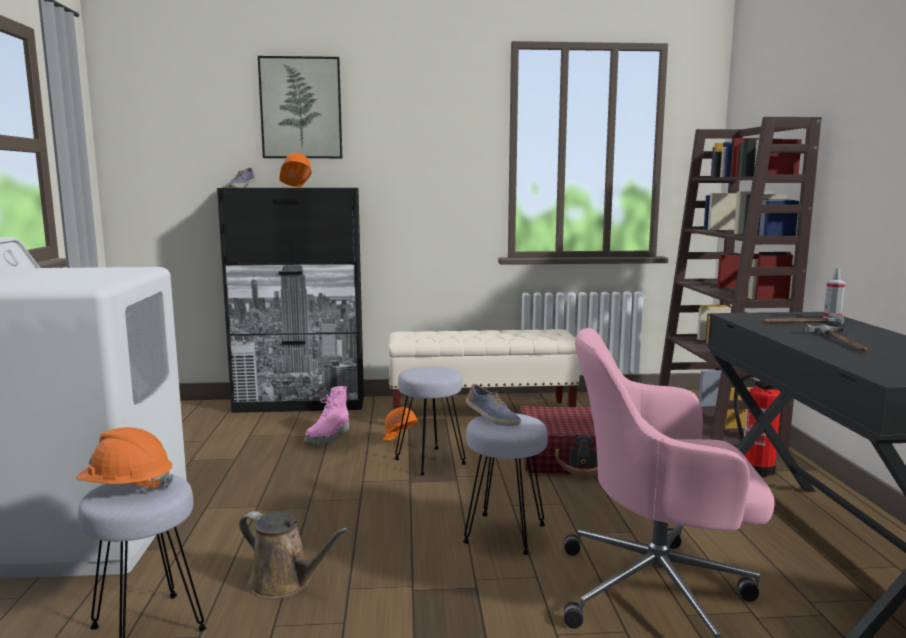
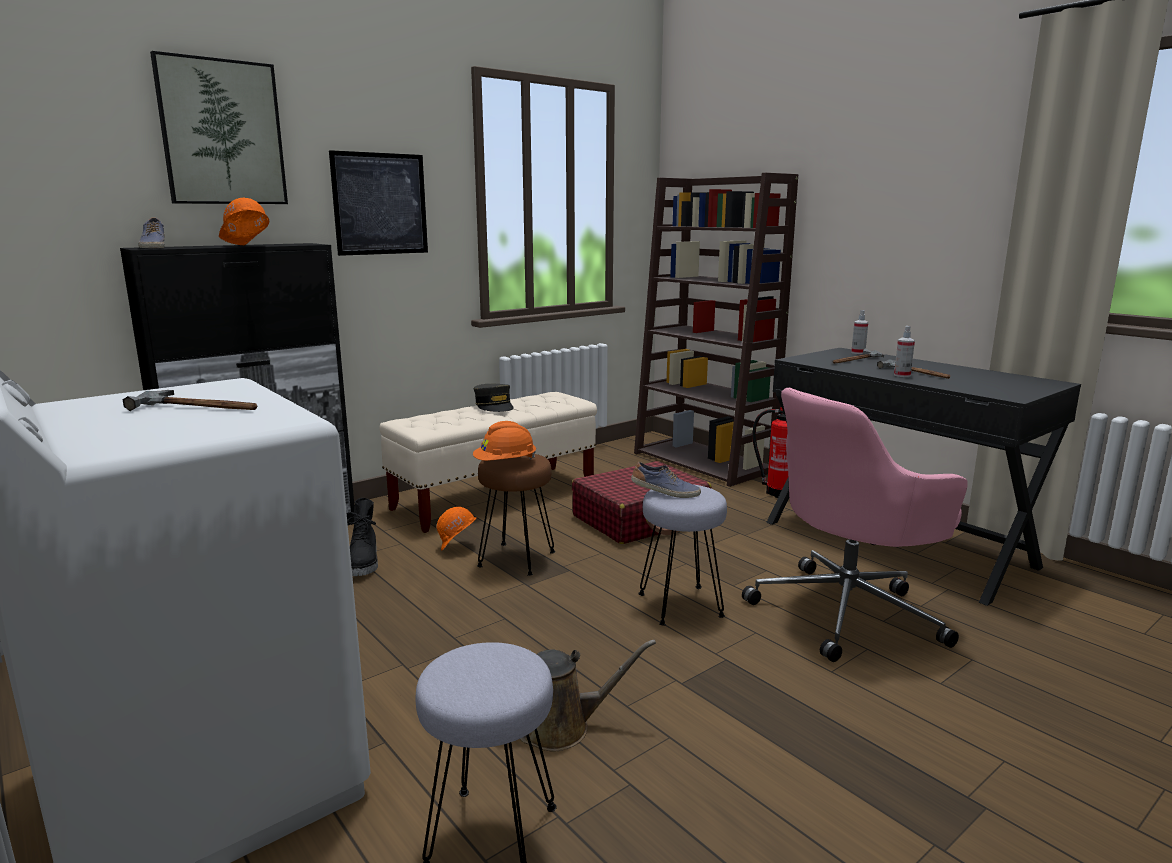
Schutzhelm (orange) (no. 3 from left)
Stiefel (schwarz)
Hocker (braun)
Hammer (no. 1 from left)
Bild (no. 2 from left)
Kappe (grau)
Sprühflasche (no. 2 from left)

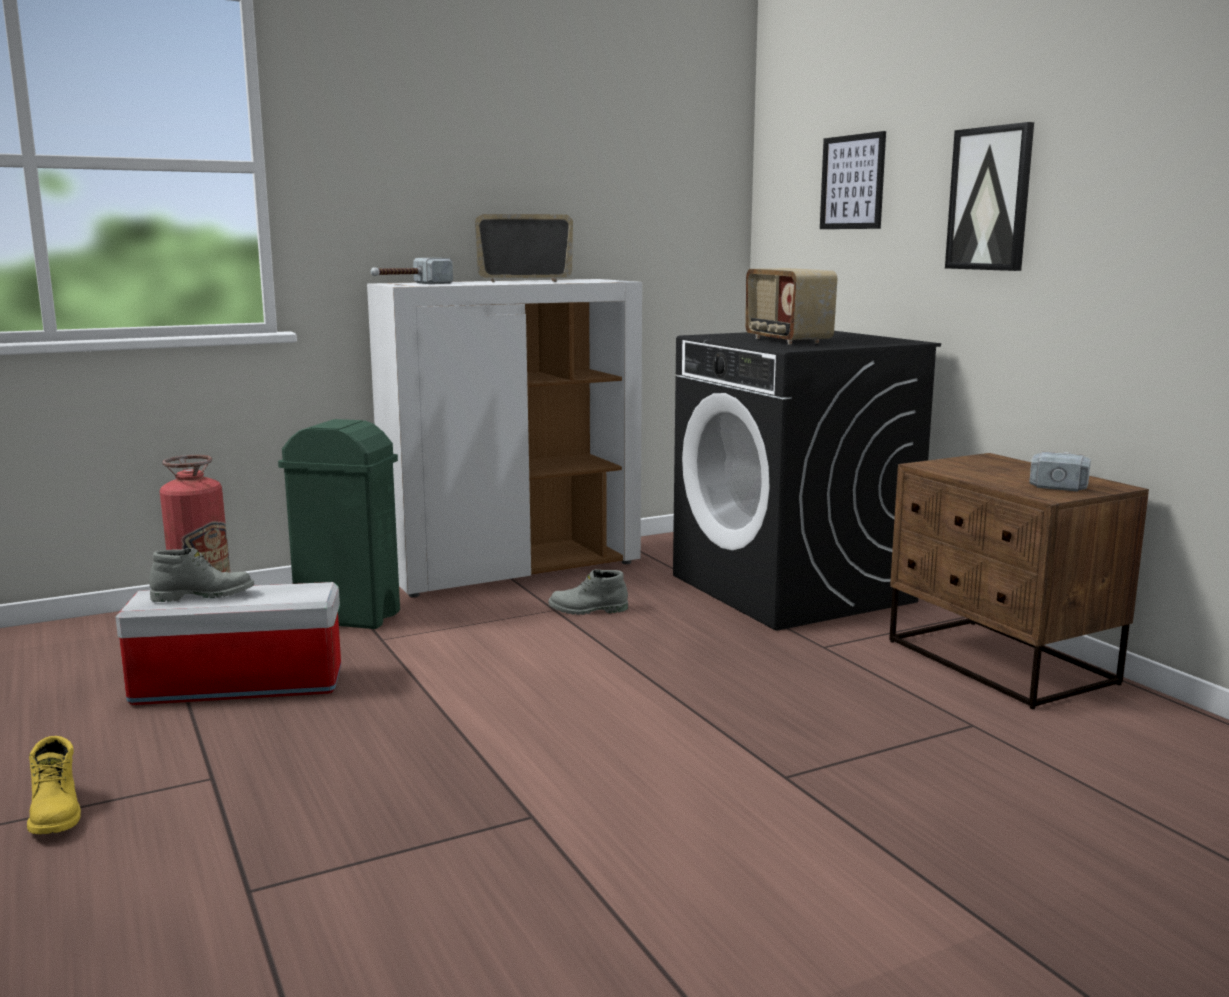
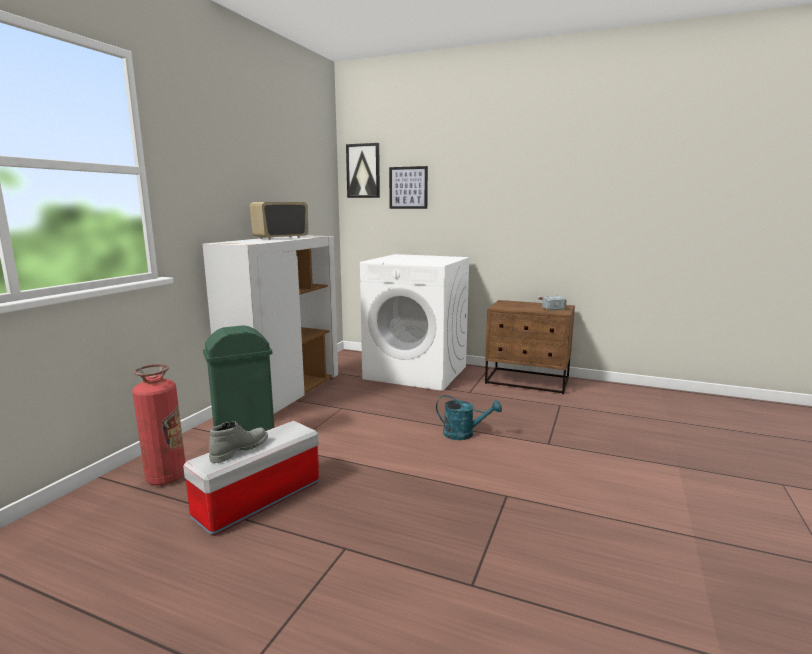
Stiefel (gelb)
Hammer (no. 1 from left in the first image)
Stiefel (grau) (no. 2 from left in the first image)
Waschmaschine (weiß)
Radio (no. 2 from left in the first image)
Bild (no. 1 from left)
Gießkanne (türkis)

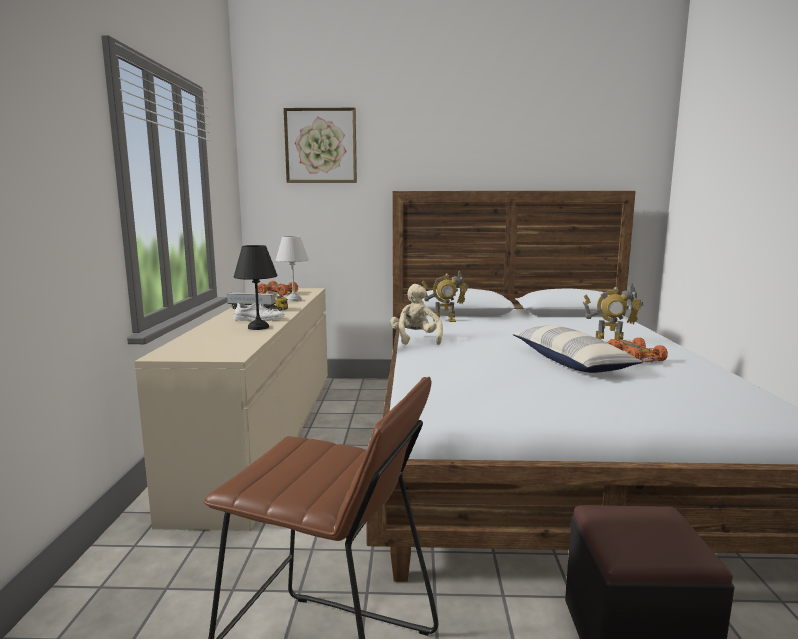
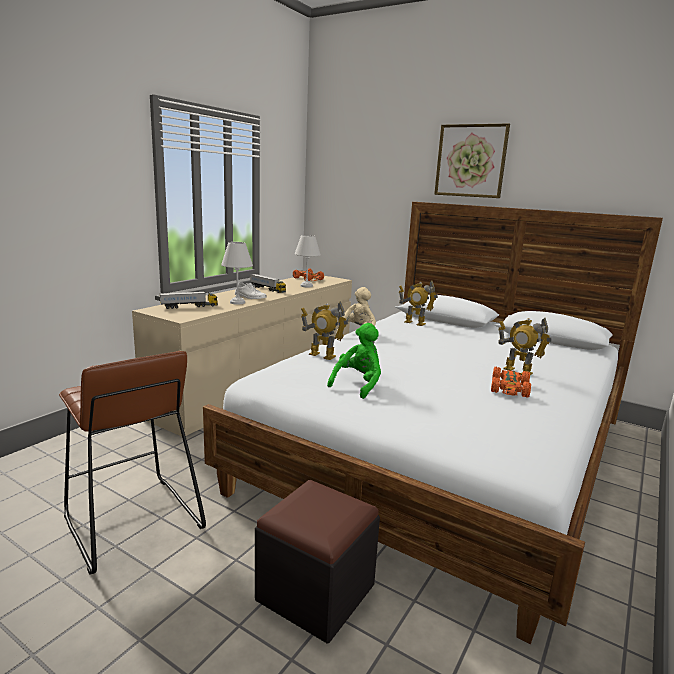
Tischlampe (weiß) (no. 1 from left)
Bild
Kissen
Spielzeuglaster (no. 1 from left)
Spielzeugroboter (no. 1 from left)
Plüschtier (grün)

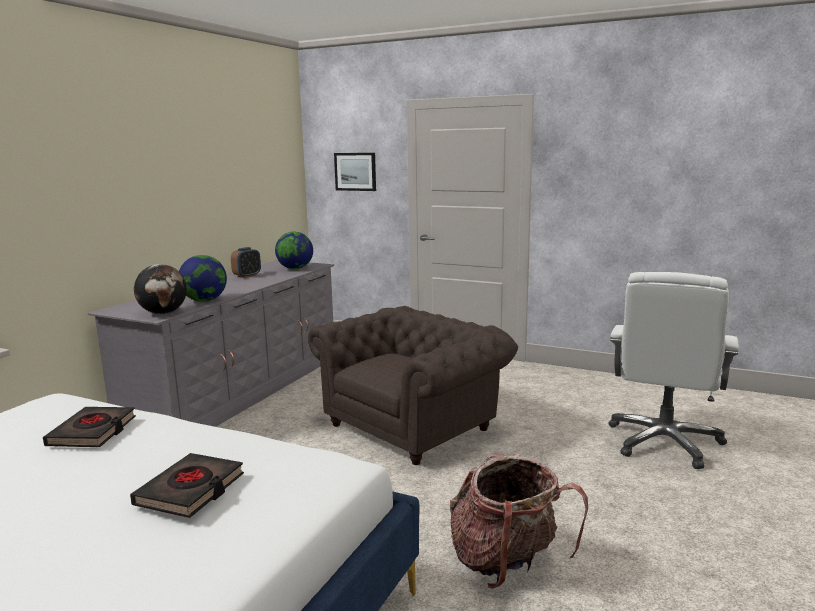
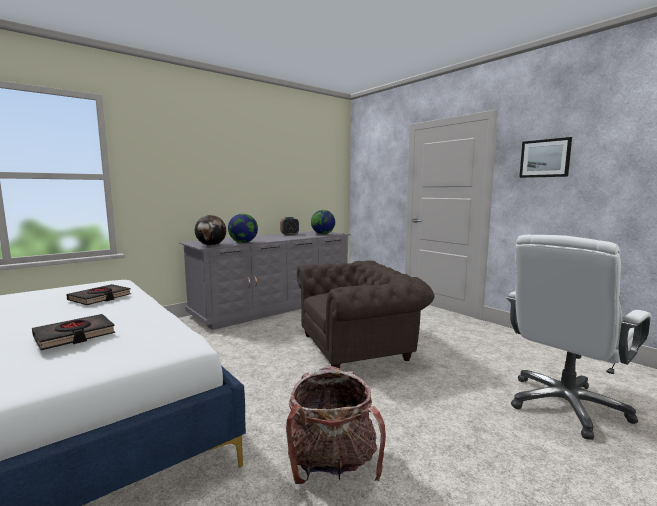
Bild

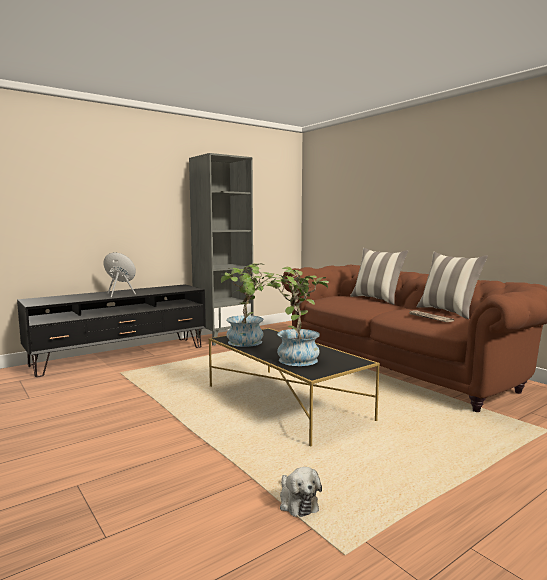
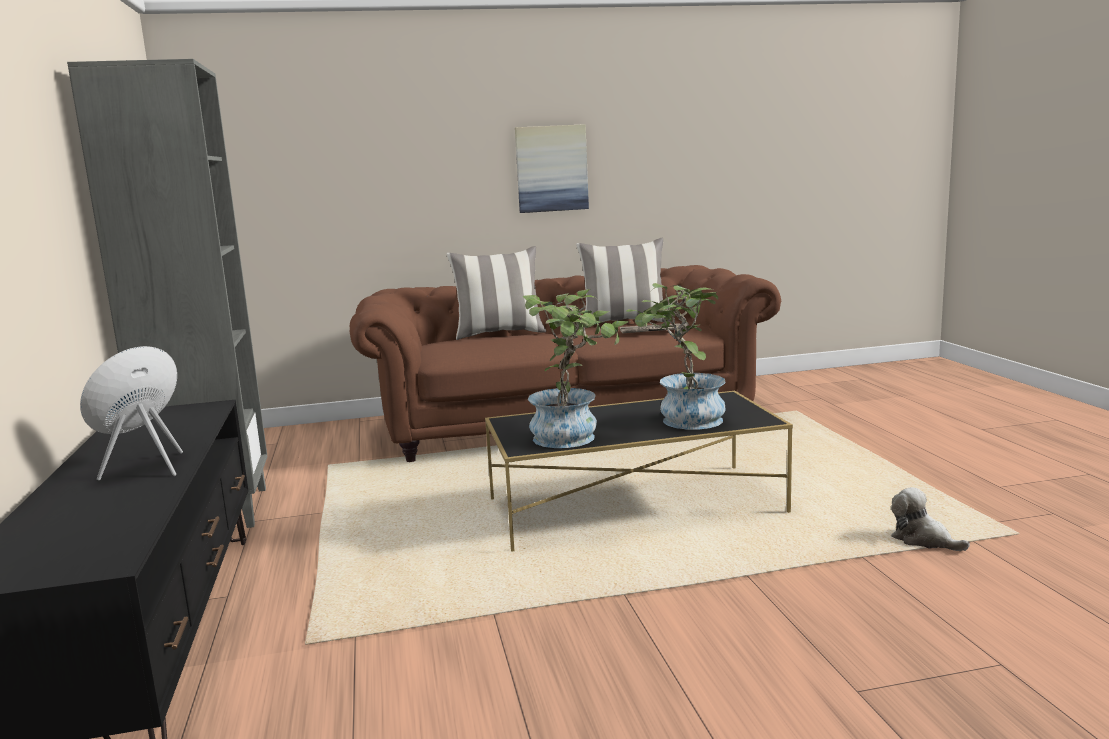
Plüschtier
Bild

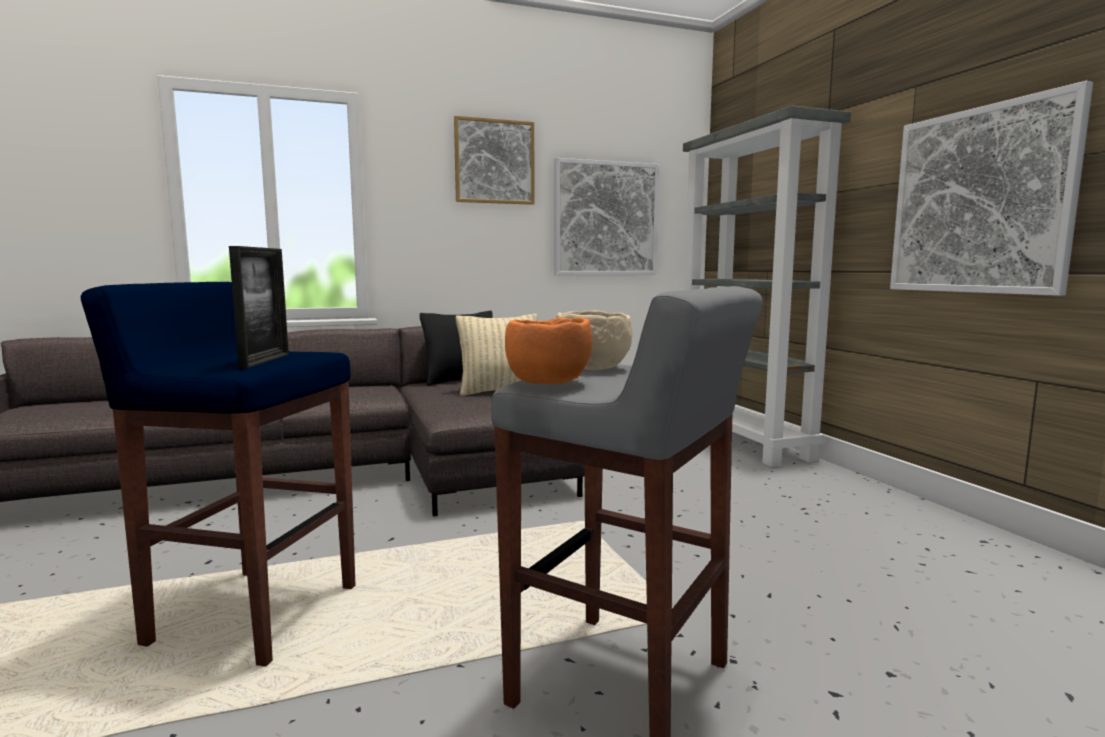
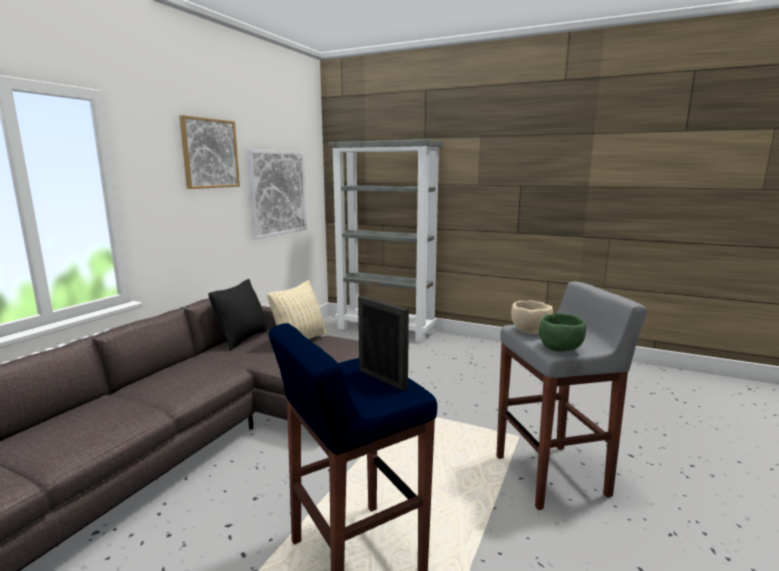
Schüssel (grün)
Bild (no. 3 from left in the first image)

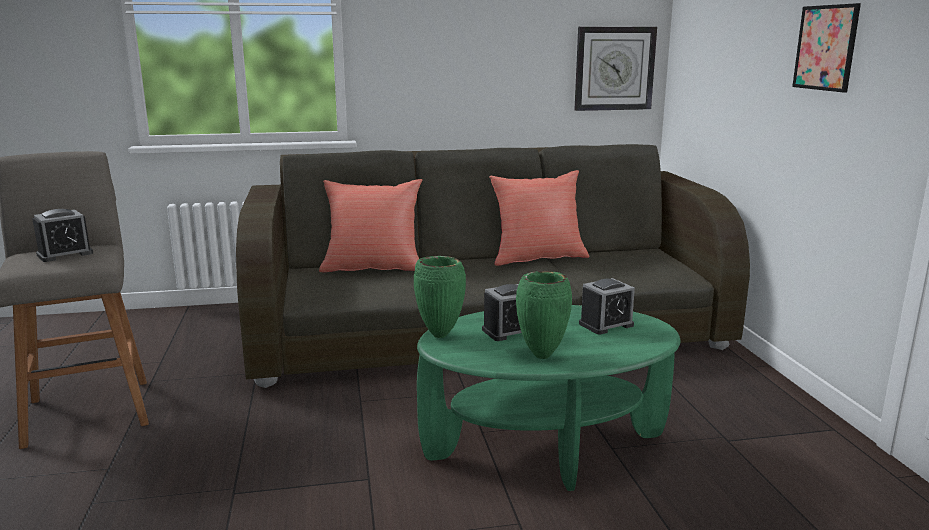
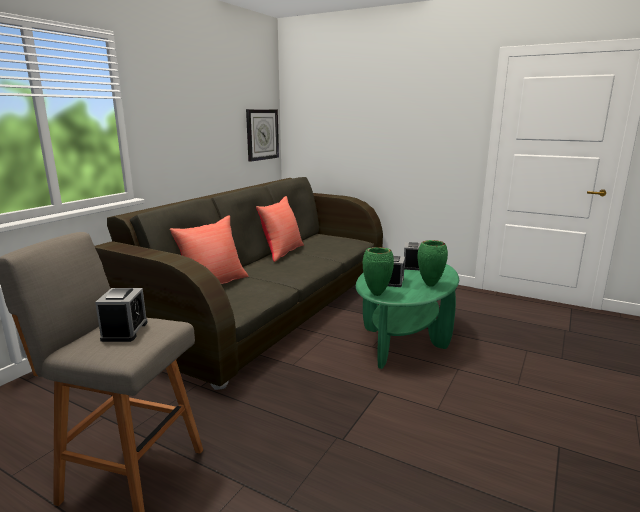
Bild

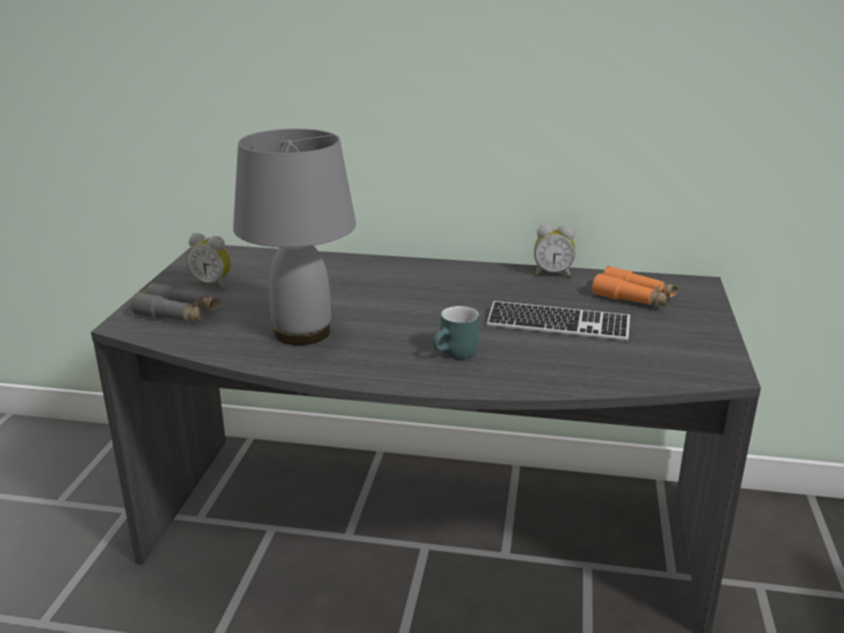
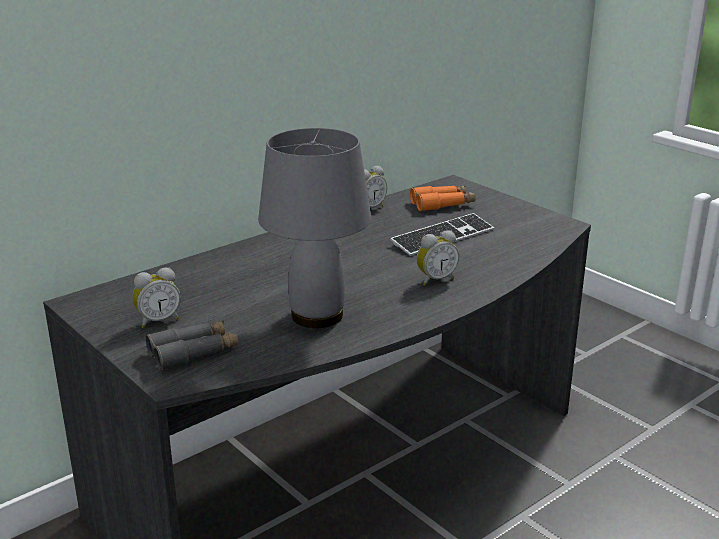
Wecker (no. 3 from left)

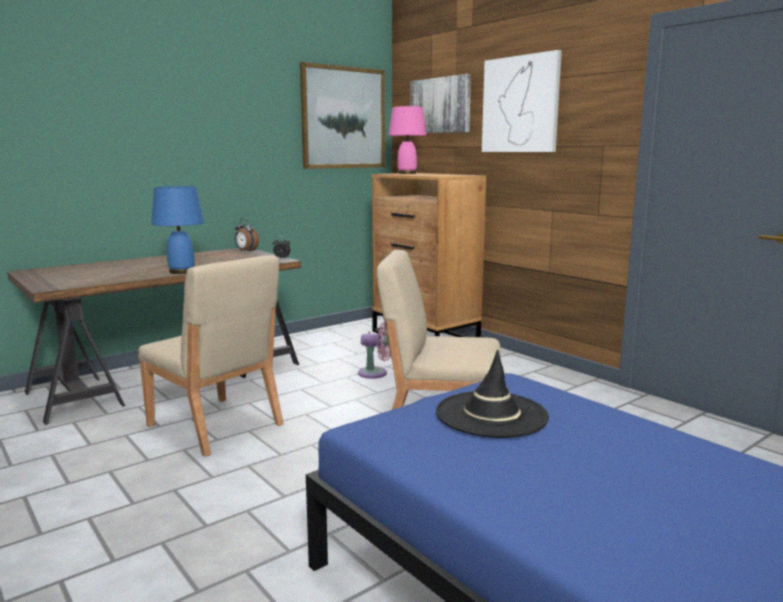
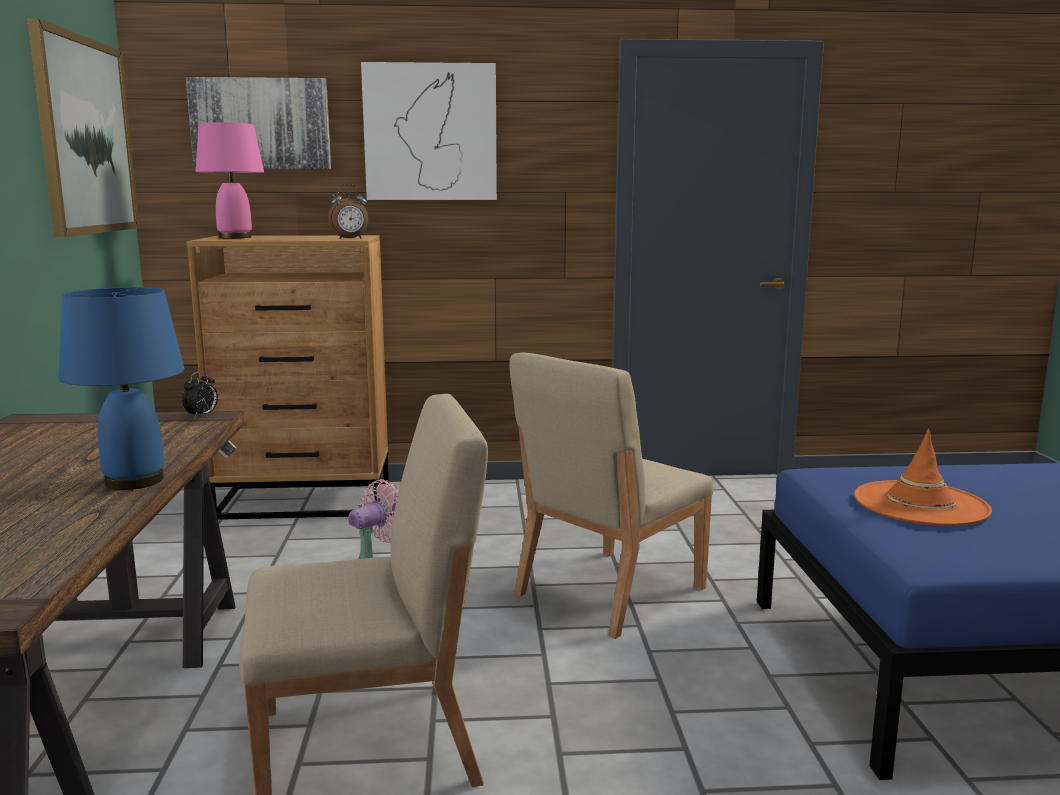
Wecker (no. 2 from left)
Hut (orange)

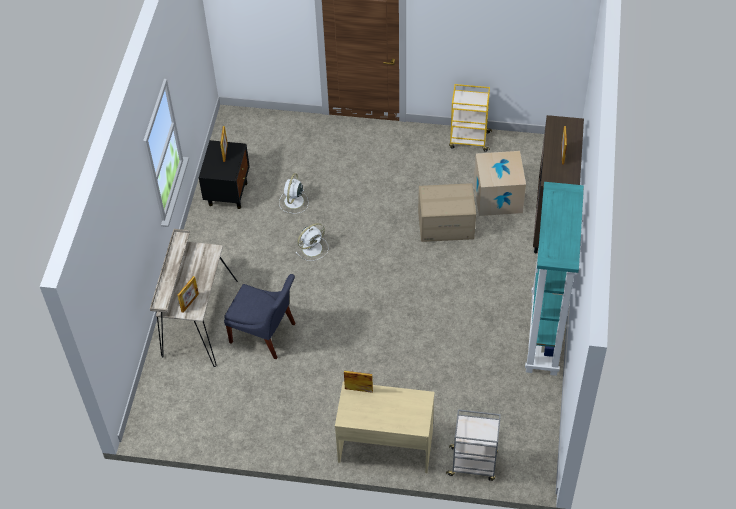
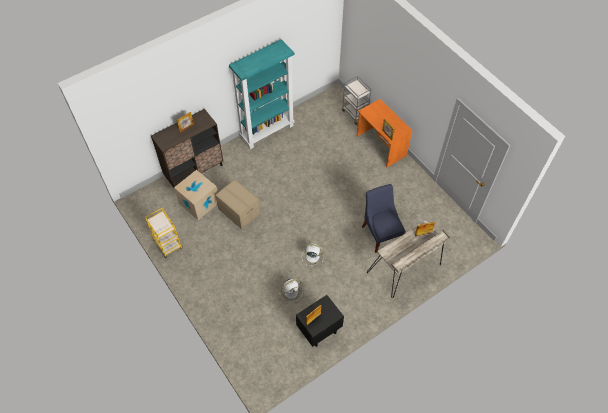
Schreibtisch (orange)

